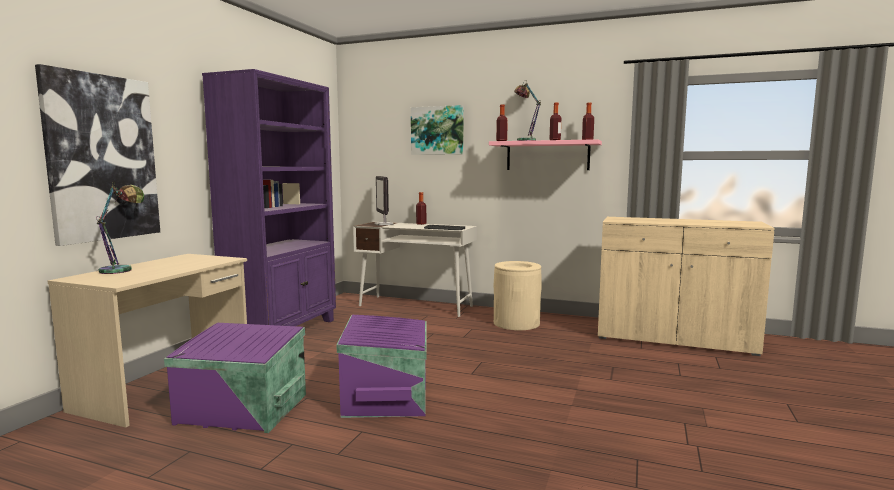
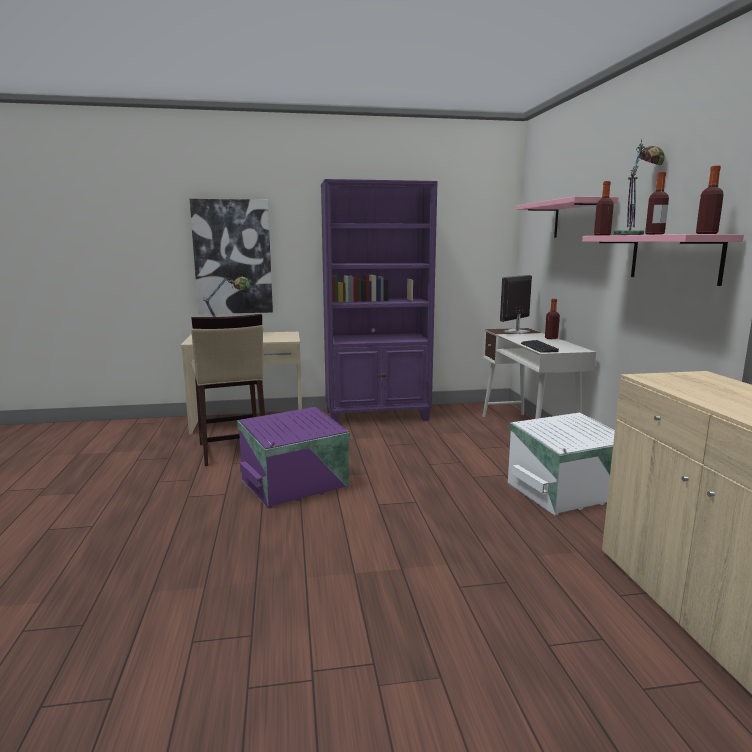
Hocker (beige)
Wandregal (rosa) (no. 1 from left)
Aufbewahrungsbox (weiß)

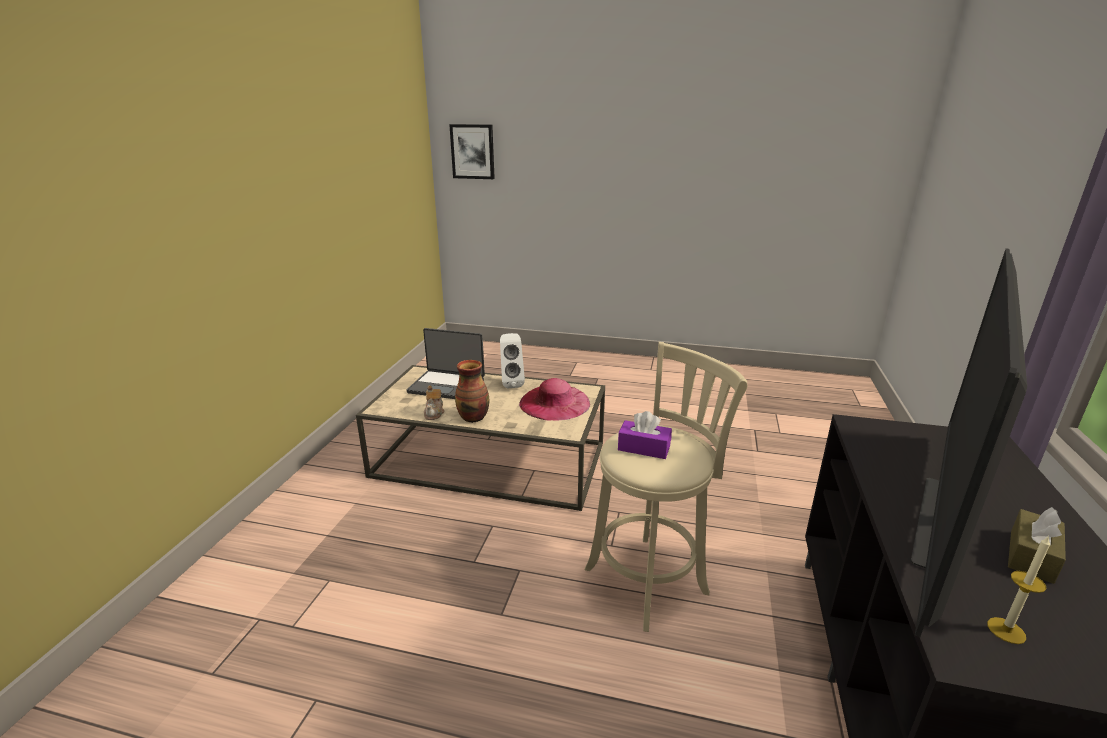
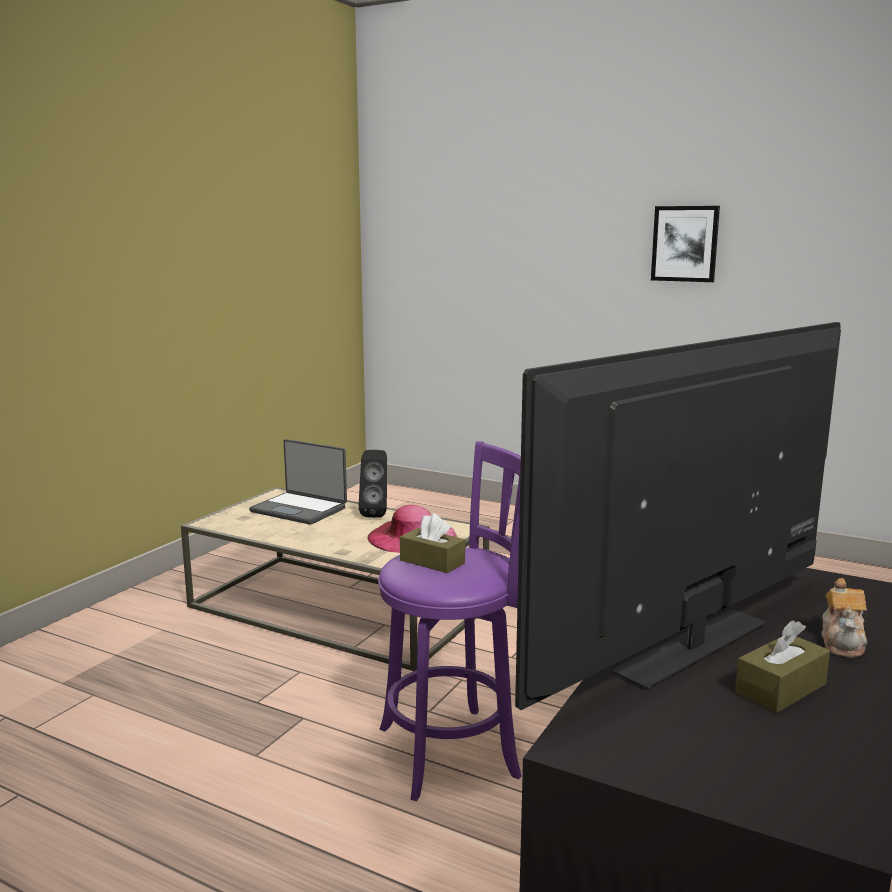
Teekanne
Bild
Vase
Lautsprecher (schwarz)
Hocker (lila)
Taschentuchbox (braun) (no. 1 from left)
Kerze

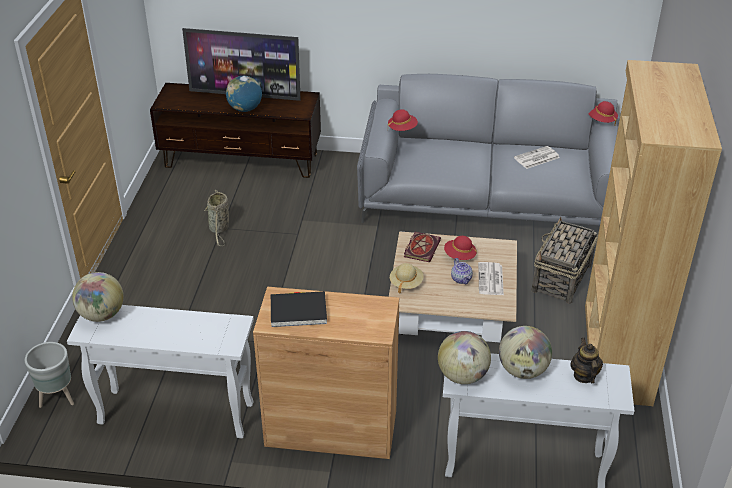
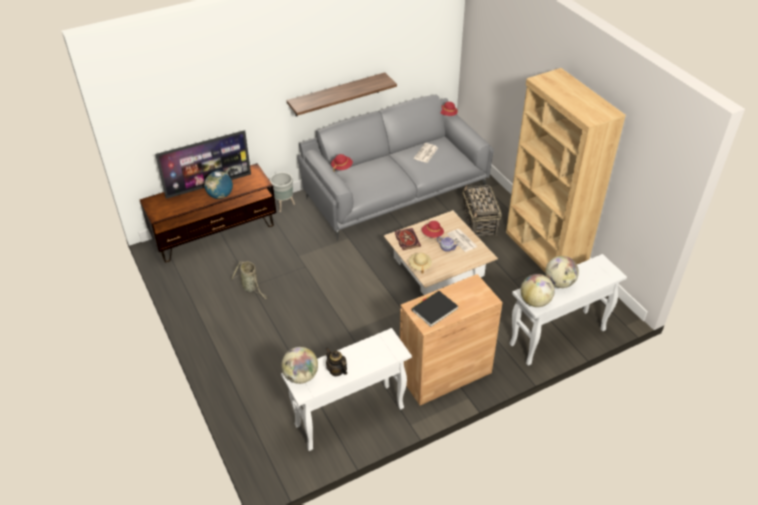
Pflanzkübel (grau)
Teekanne (no. 1 from left)
Wandregal

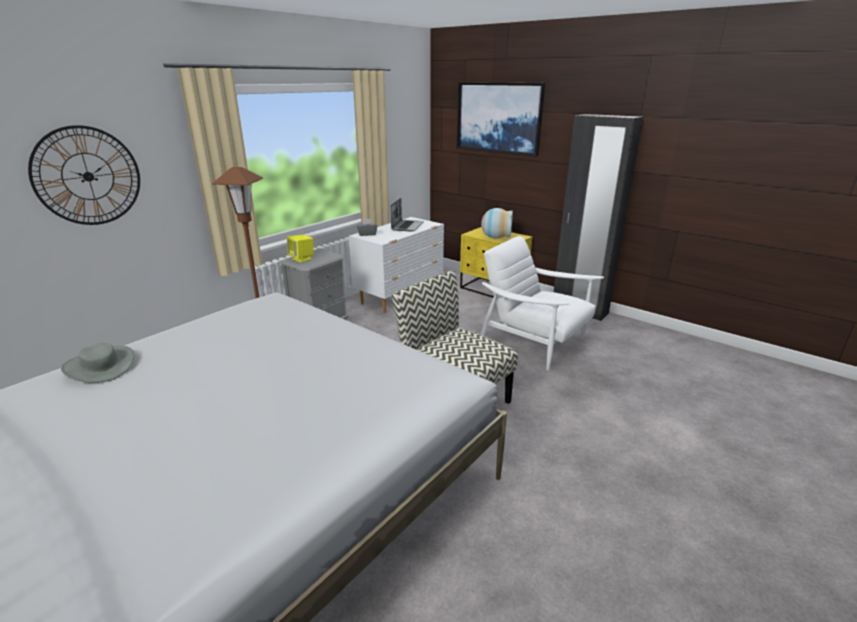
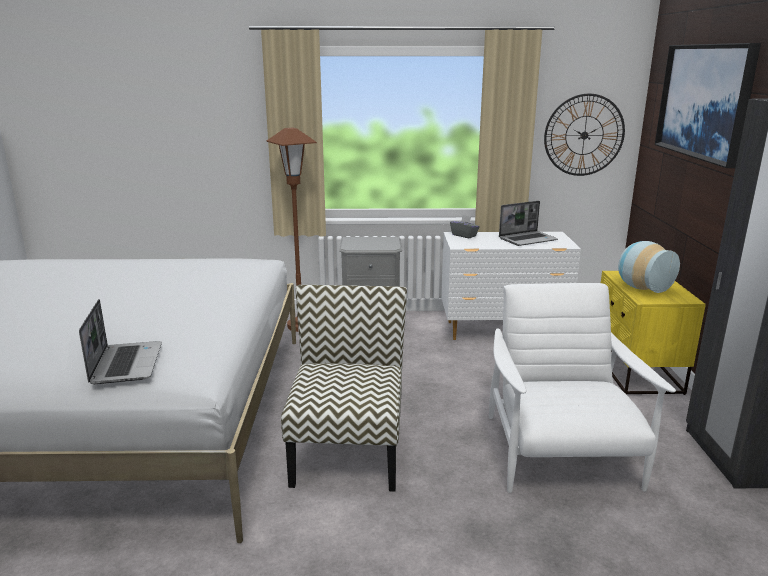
Wanduhr
Hut (grau)
Lautsprecher (gelb)
Laptop (no. 1 from left)

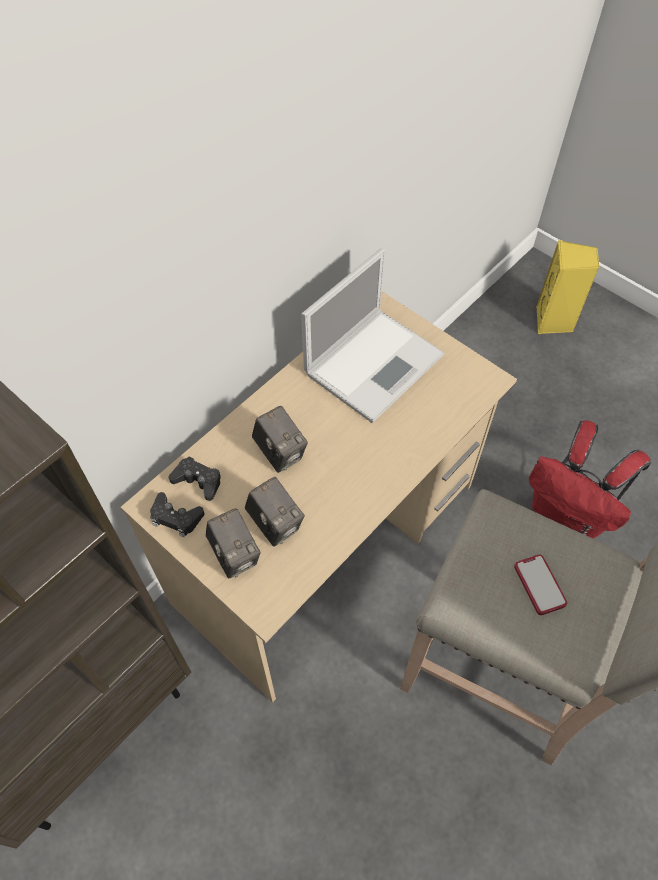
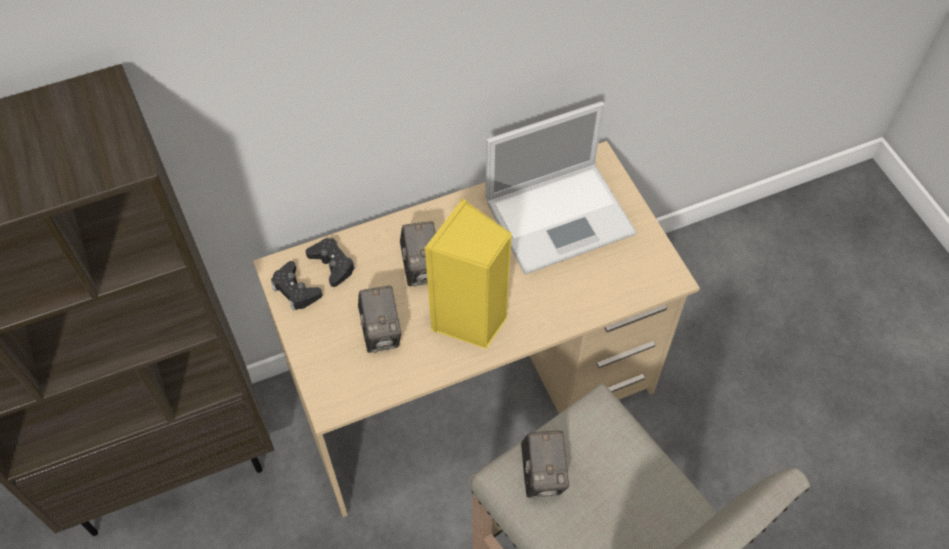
Kamera (no. 3 from left)
Handy
Rucksack (rot)
Lautsprecher (gelb)

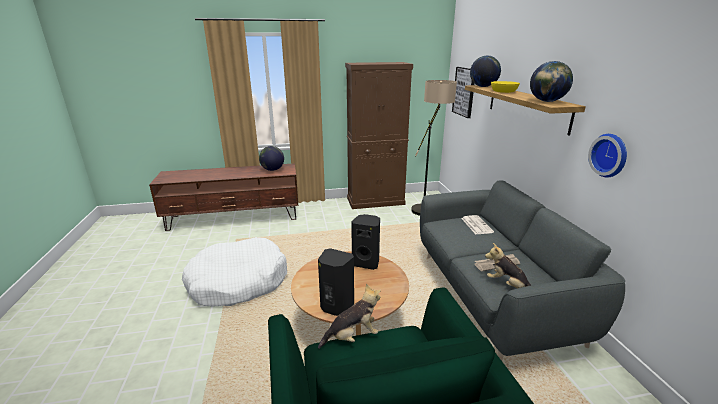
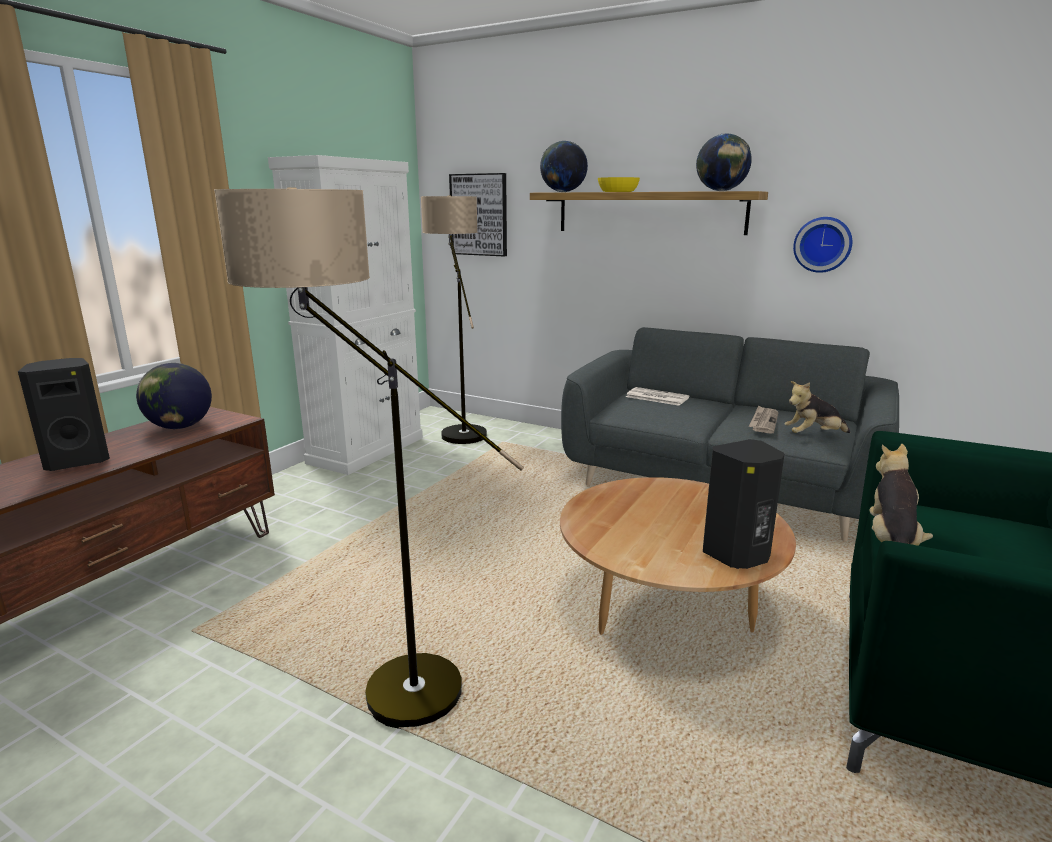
Stehlampe (no. 1 from left)
Schrank (weiß)
Lautsprecher (schwarz) (no. 1 from left)

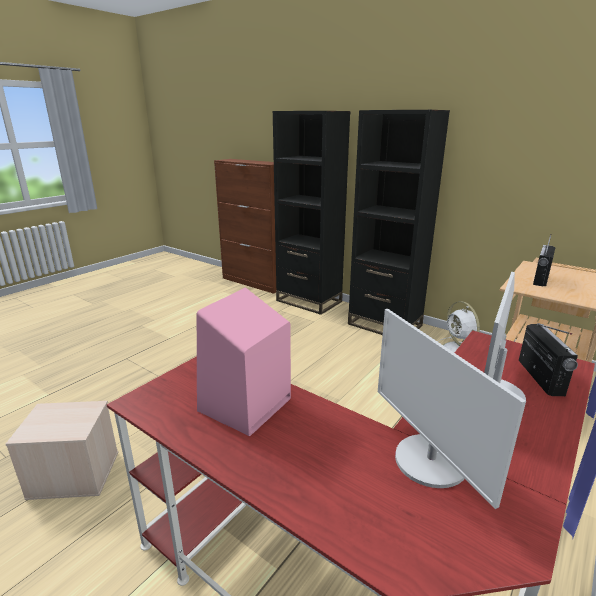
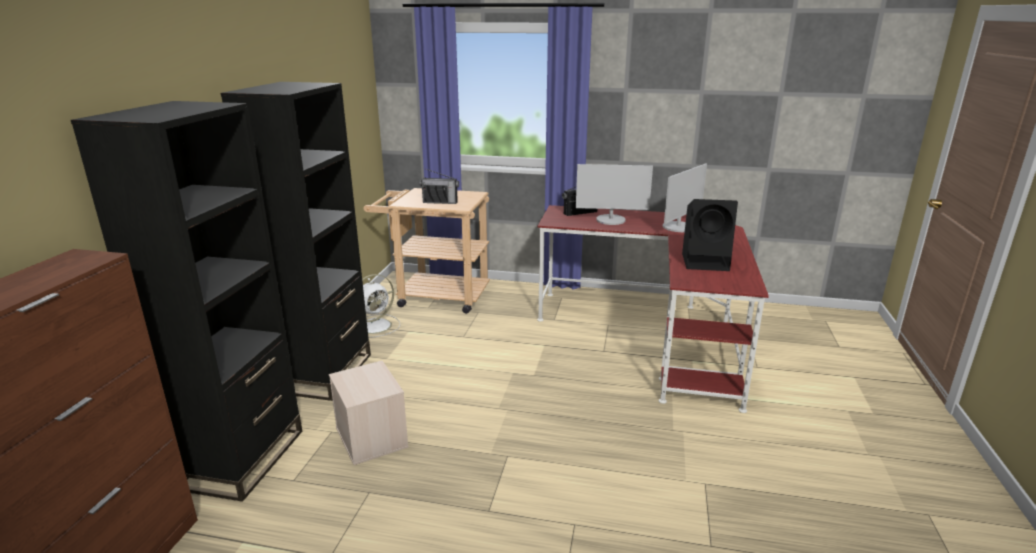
Aufbewahrungsbox (beige)
Lautsprecher (schwarz)

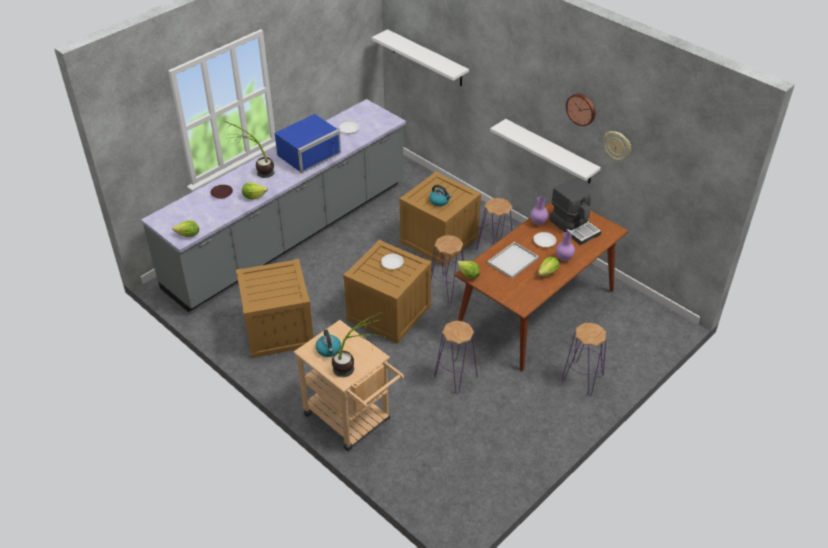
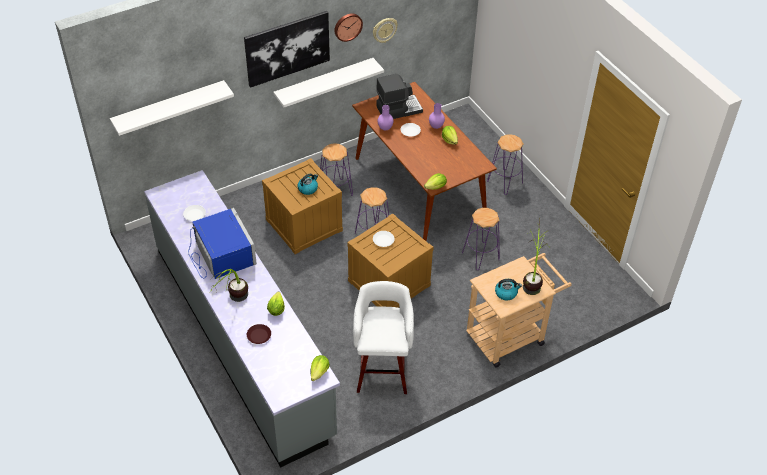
Hocker (weiß)
Tablett (weiß)
Bild

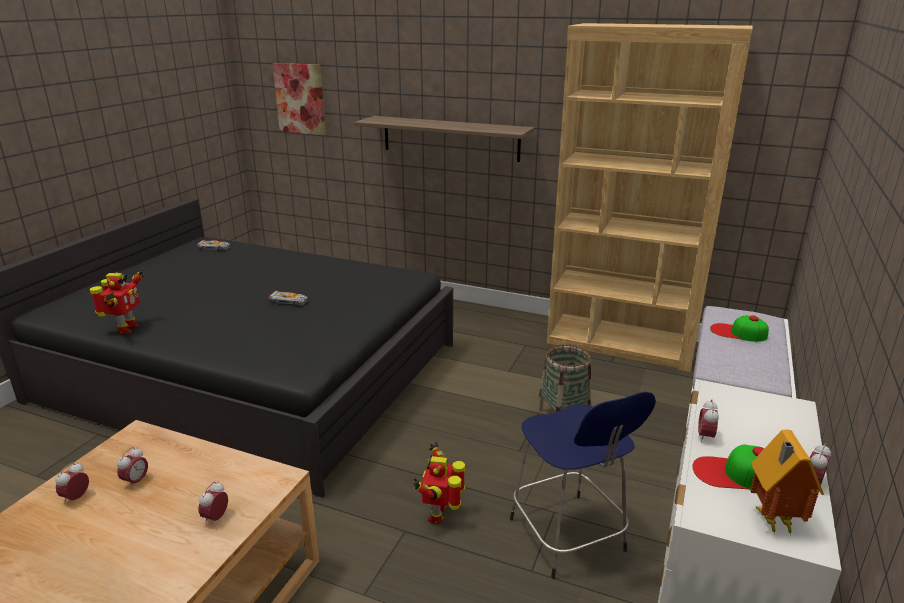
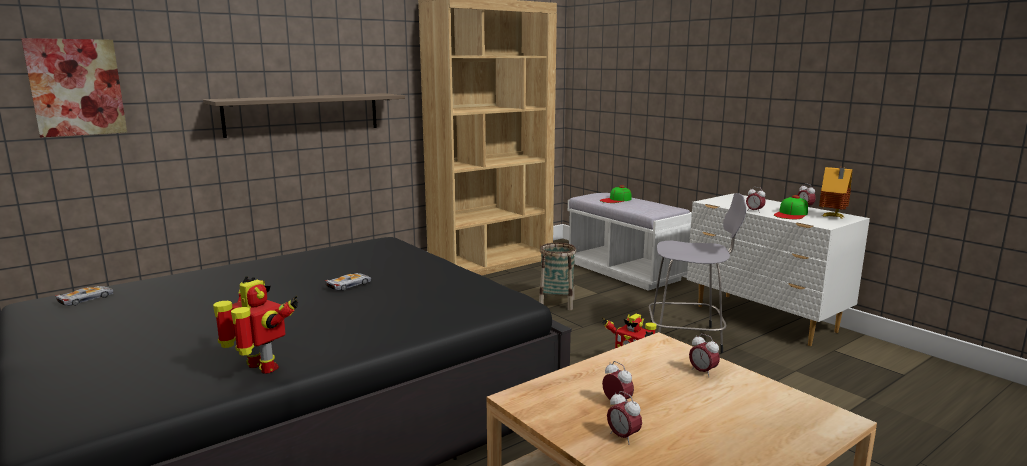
Hocker (grau)

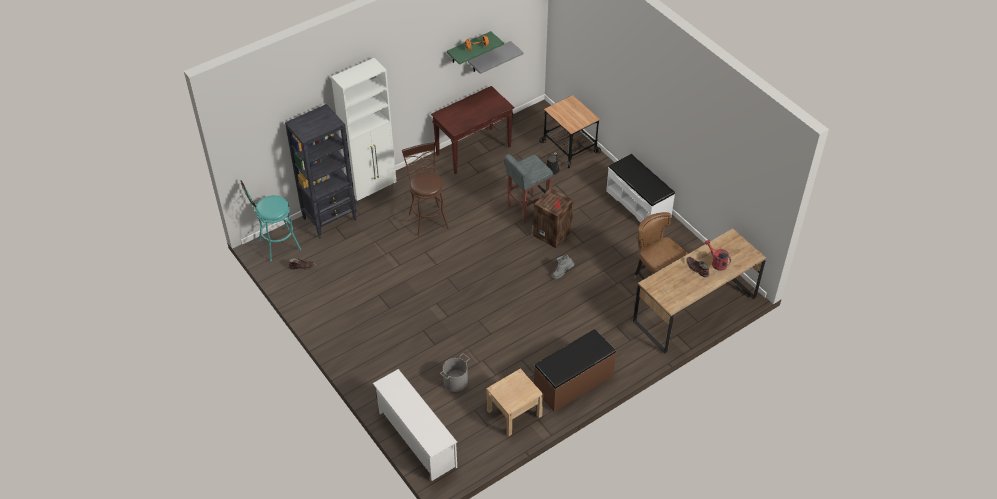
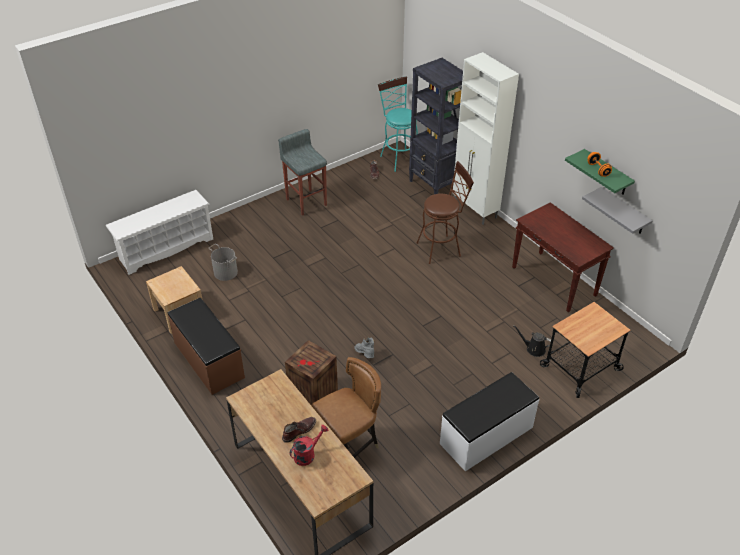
Hocker (grau)
Kiste

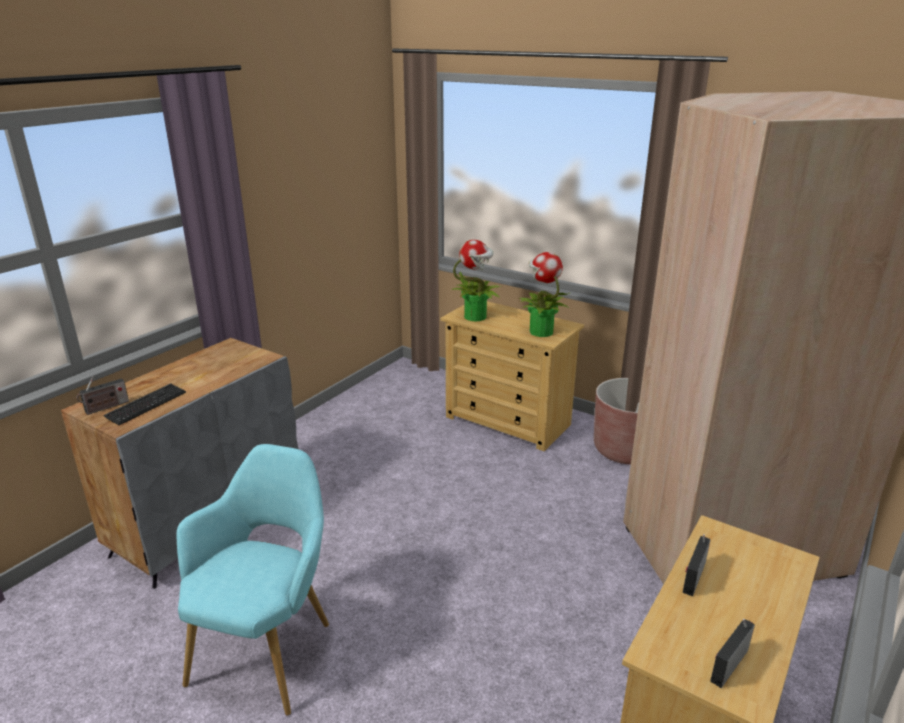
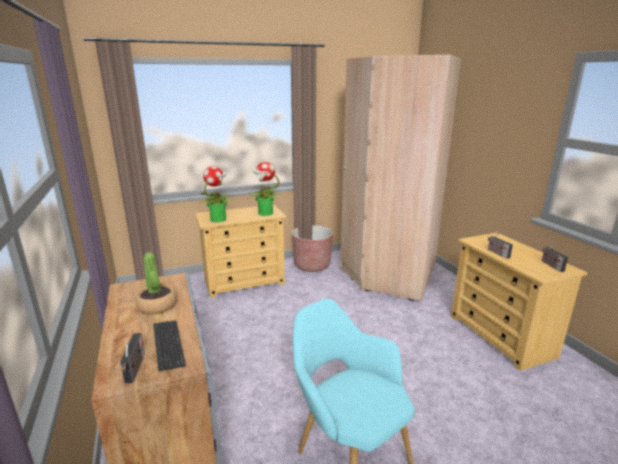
Topfpflanze (no. 1 from left)

